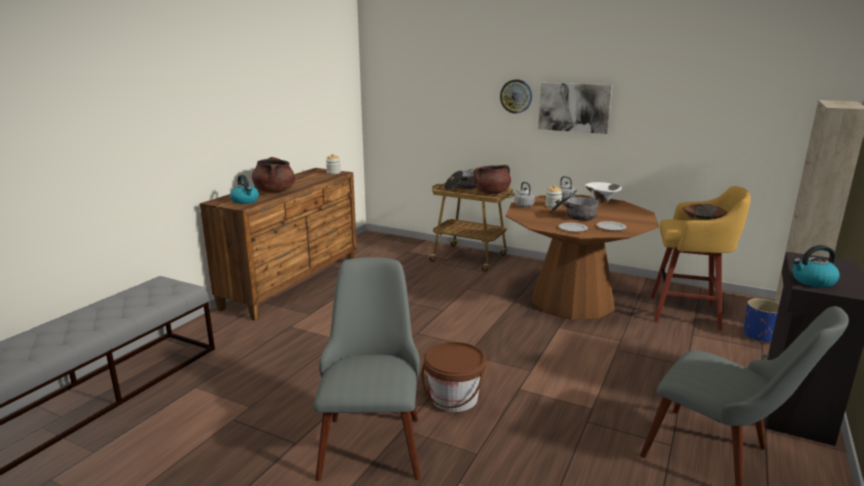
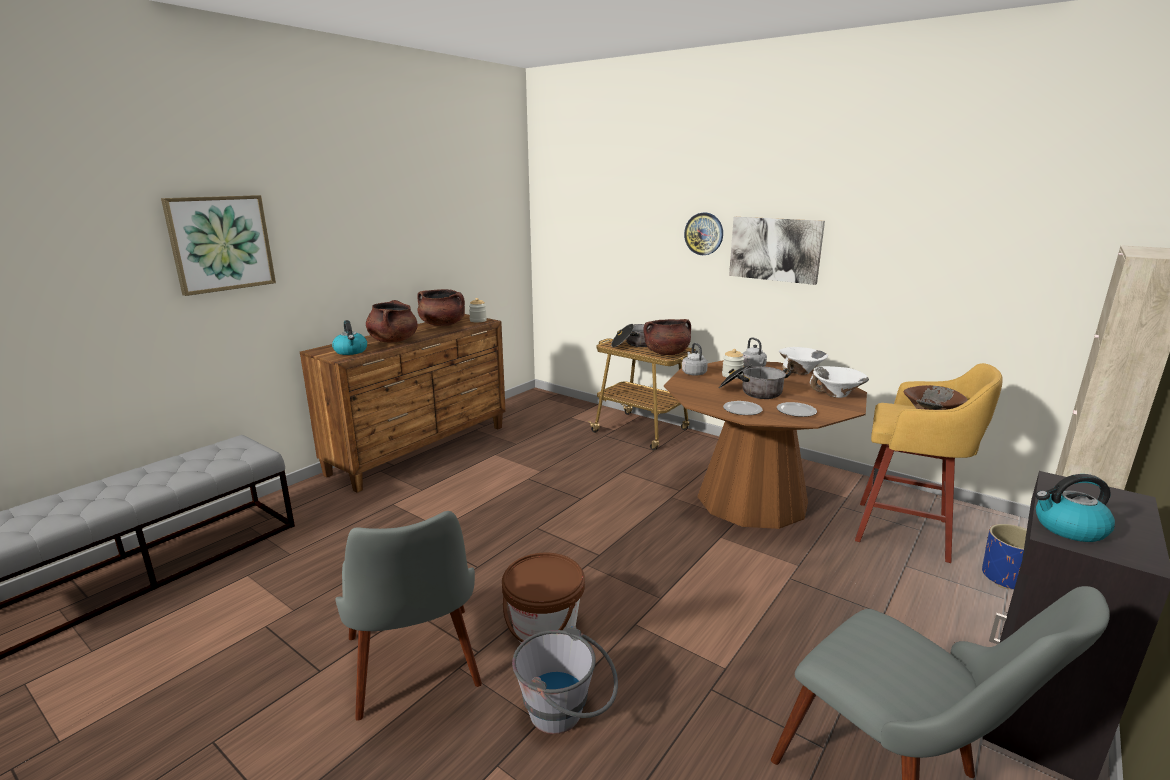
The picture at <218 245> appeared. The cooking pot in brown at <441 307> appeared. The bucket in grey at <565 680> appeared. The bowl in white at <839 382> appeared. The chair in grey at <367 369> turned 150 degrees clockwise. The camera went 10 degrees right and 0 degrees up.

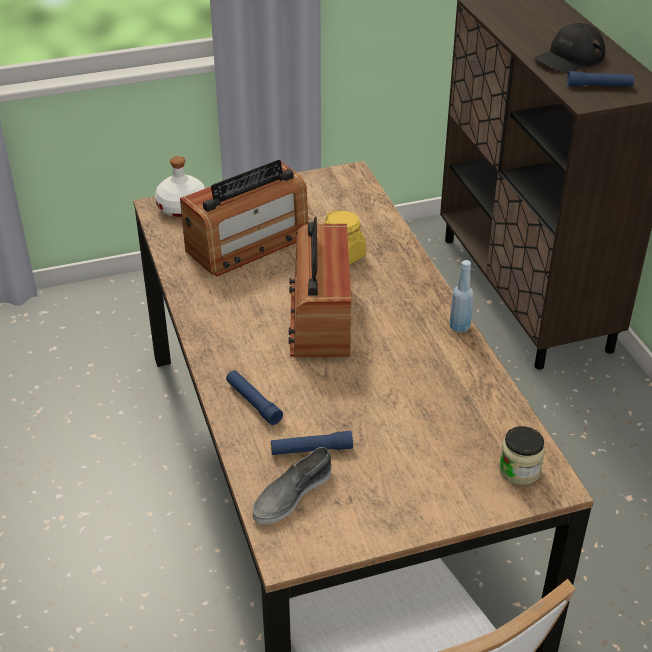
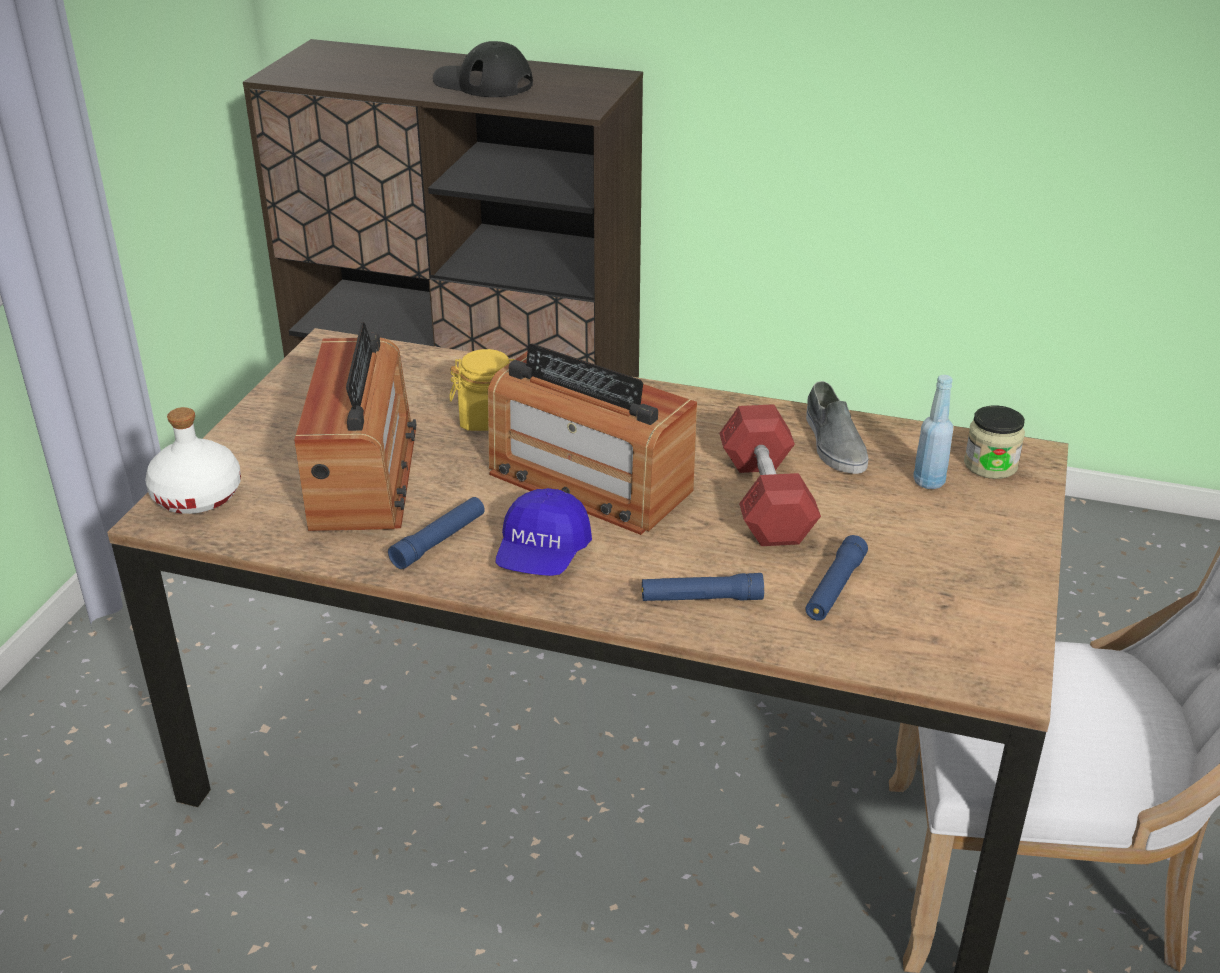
The cap in blue at <543 532> appeared. The dumbbell in red at <770 475> appeared. The shoe in grey moved from <292 485> to <837 427>. The bottle in blue moved from <461 296> to <933 432>. The flashlight in blue moved from <600 78> to <436 533>. The cap in black at <569 48> turned 120 degrees clockwise. The camera went 55 degrees left and 5 degrees down.

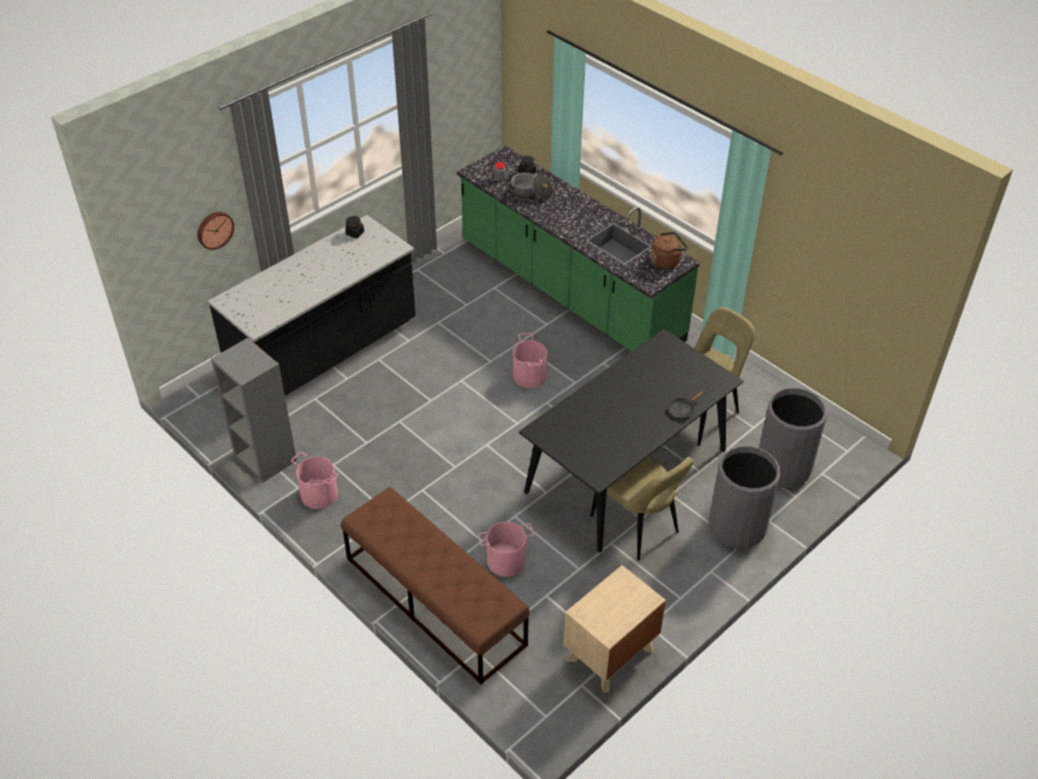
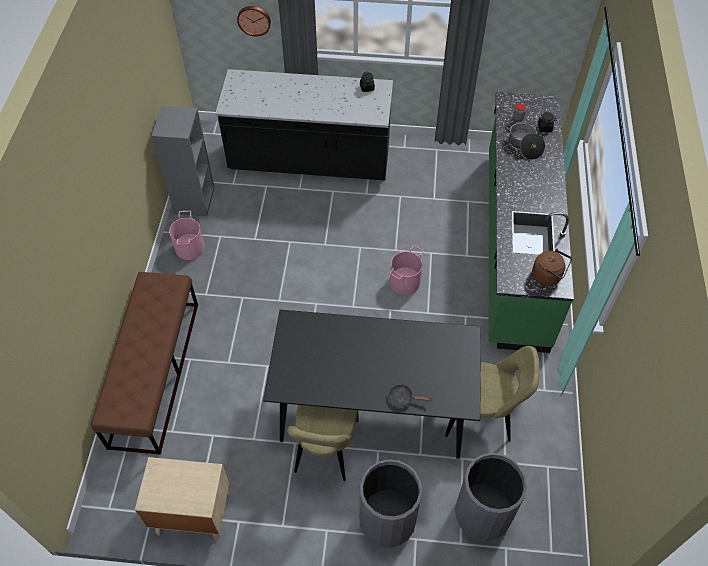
The bucket in pink at <506 549> disappeared. The camera went 50 degrees right and 10 degrees up.

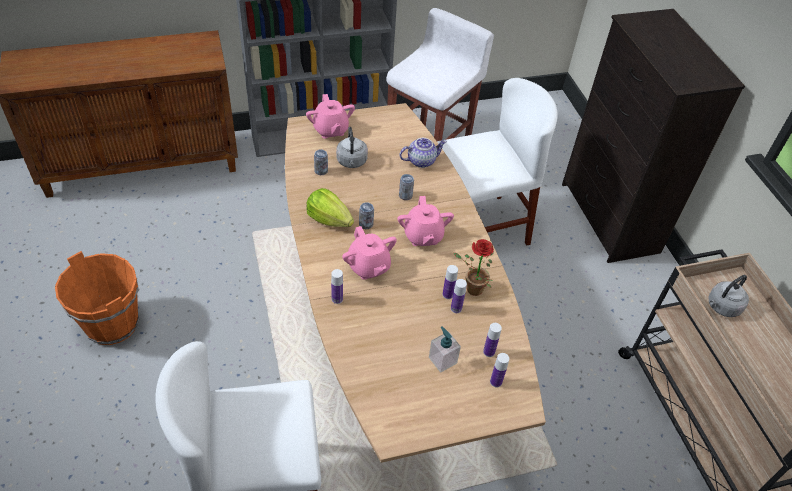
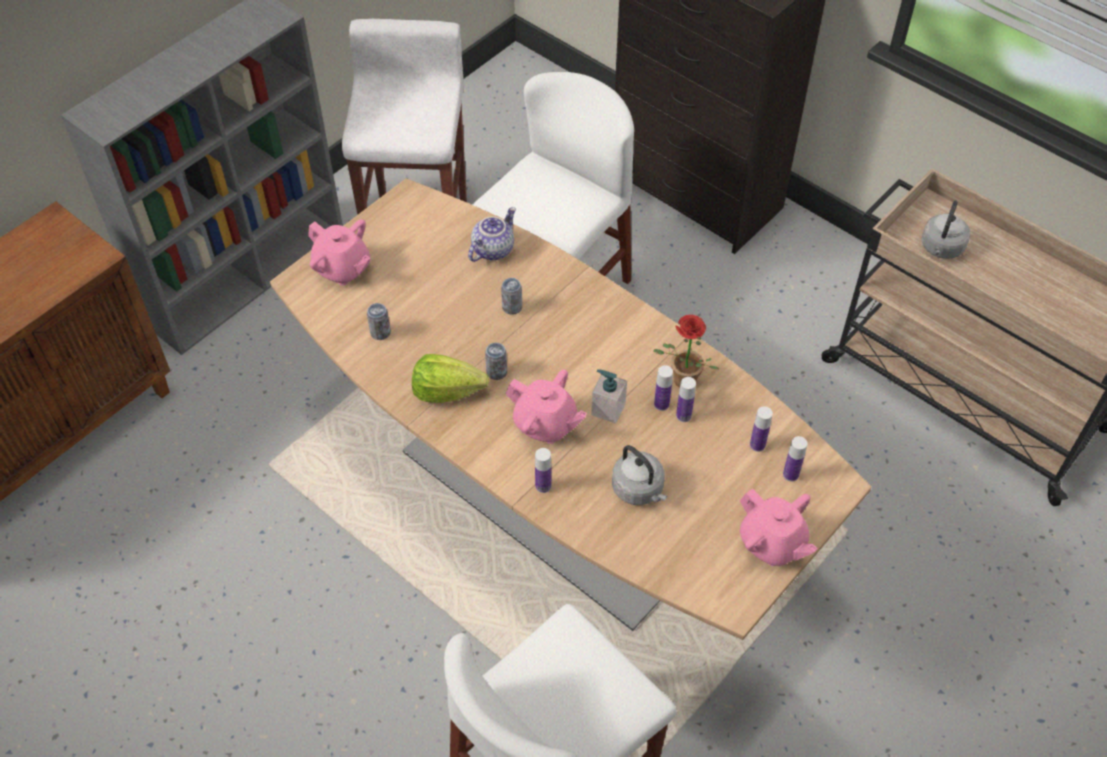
The bucket in orange at <97 298> disappeared. The kettle in grey moved from <352 147> to <639 475>. The teapot in pink moved from <425 221> to <779 527>. The soap dispenser moved from <445 350> to <609 396>. The camera went 30 degrees left and 5 degrees up.

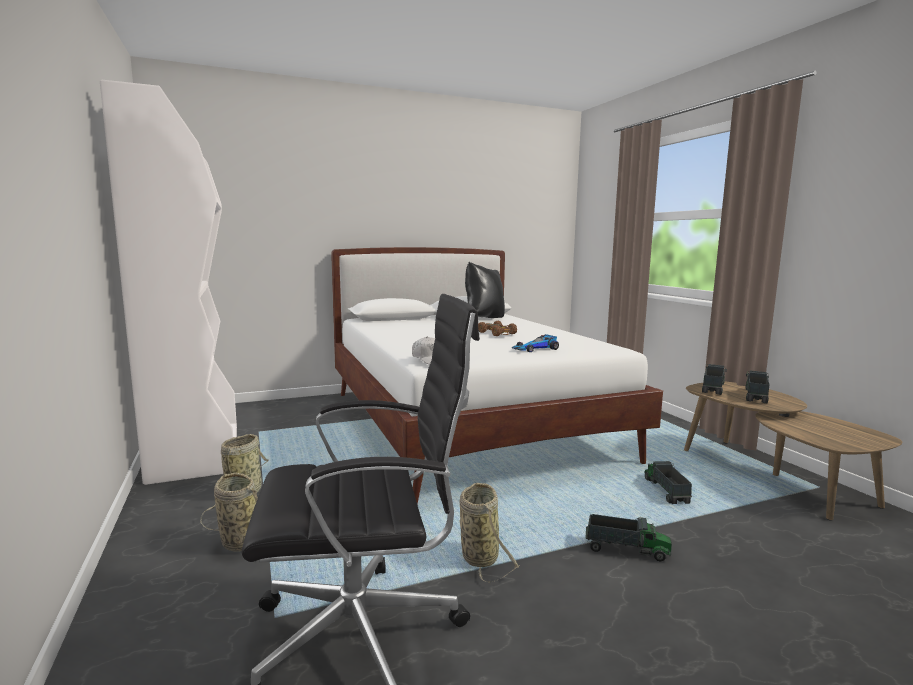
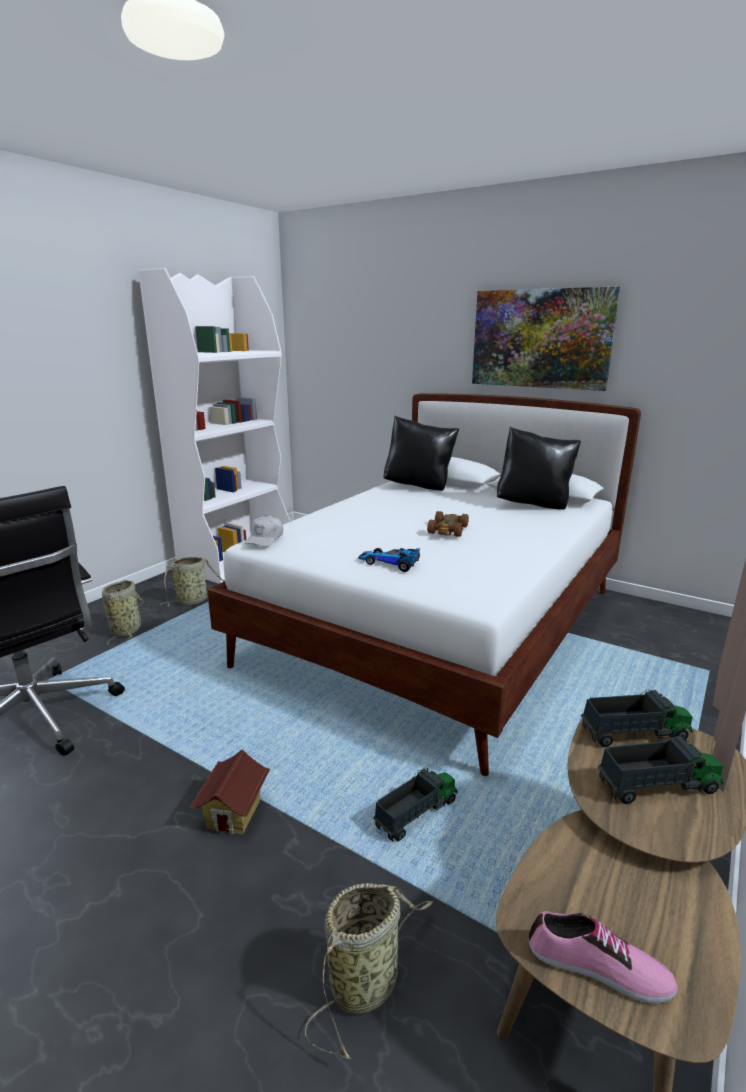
The pillow in black at <421 453> appeared. The picture at <546 338> appeared. The shoe at <603 957> appeared. The basket moved from <489 533> to <368 971>. The toy truck at <628 538> was replaced by the toy house at <230 792>. The camera went 55 degrees right and 10 degrees up.

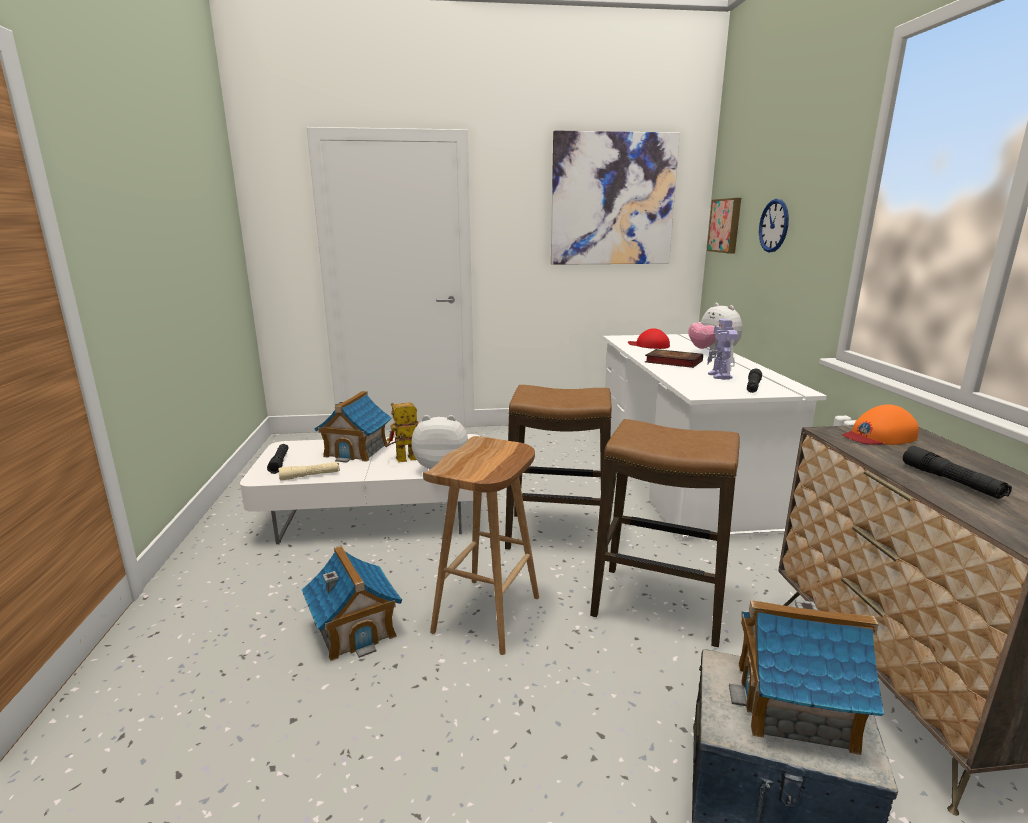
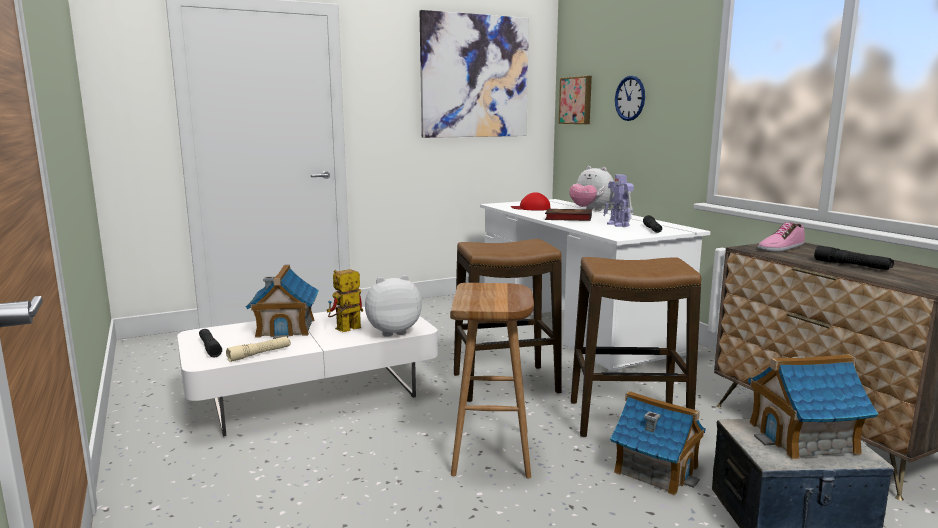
The toy house moved from <352 603> to <658 443>. The cap in orange at <880 425> was replaced by the shoe at <781 237>. The camera went 20 degrees left and 5 degrees down.

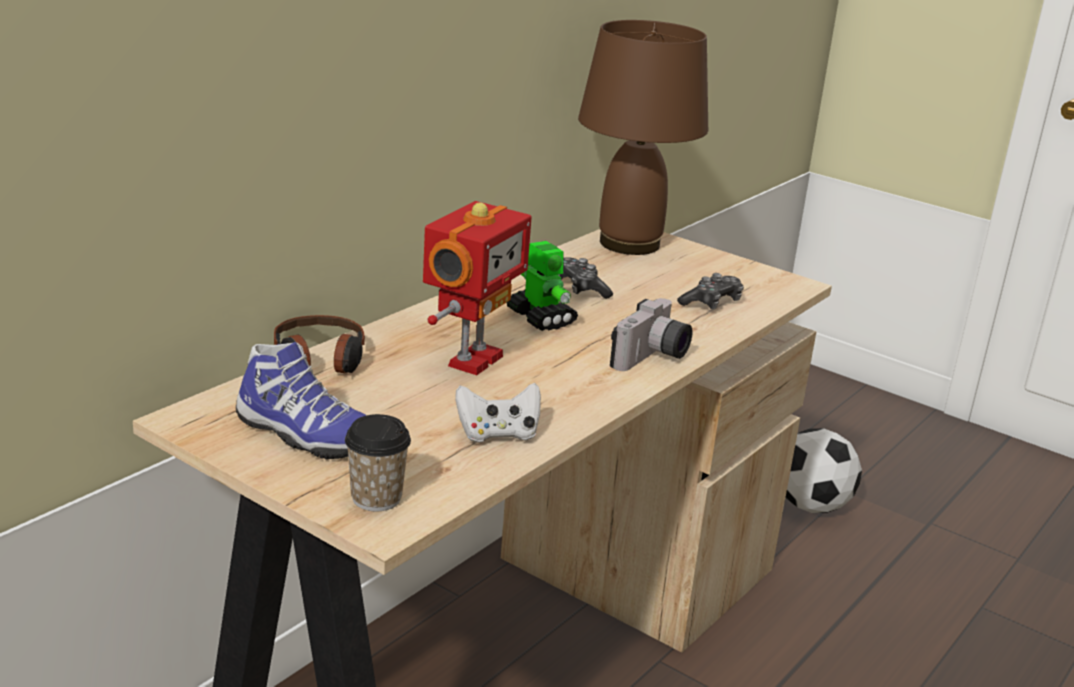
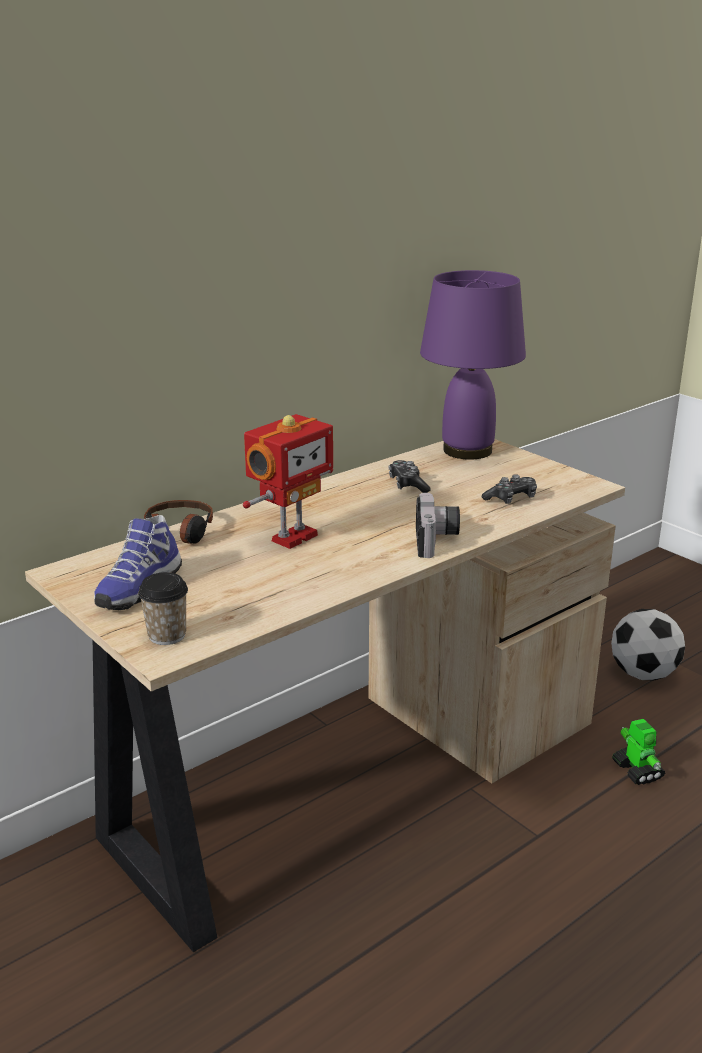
The game controller in white at <498 413> disappeared. The toy robot moved from <542 286> to <638 752>. The table lamp in brown at <643 137> became the table lamp in purple at <473 365>. The shoe at <301 400> turned 75 degrees clockwise. The photo camera at <651 334> turned 45 degrees counterclockwise. The camera went 15 degrees right and 0 degrees up.

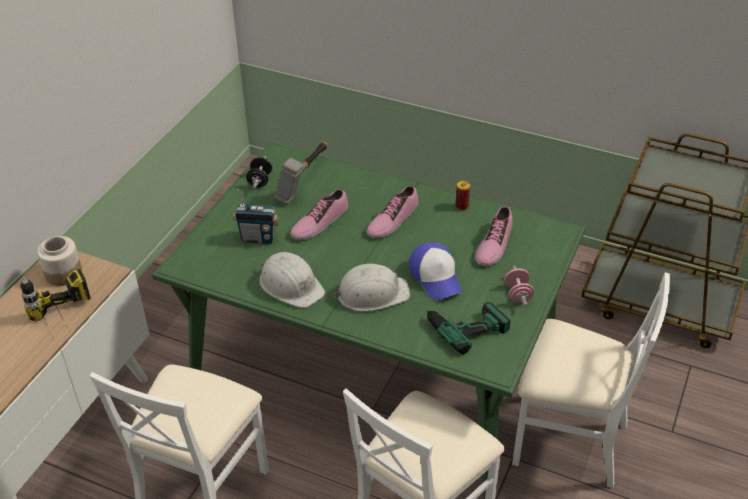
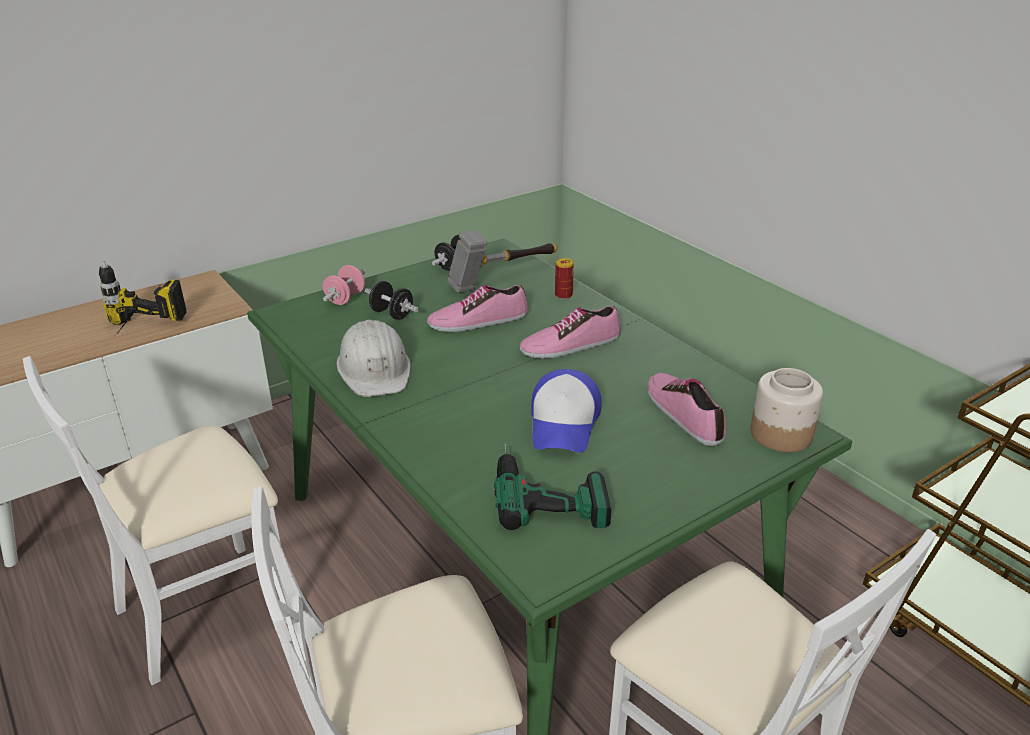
The hard hat in white at <371 287> disappeared. The jar moved from <59 261> to <787 410>. The can moved from <463 195> to <564 278>. The dumbbell in pink moved from <519 286> to <344 285>. The radio at <256 216> was replaced by the dumbbell in black at <392 300>. The shoe at <494 236> turned 105 degrees clockwise. The camera went 30 degrees right and 10 degrees down.

